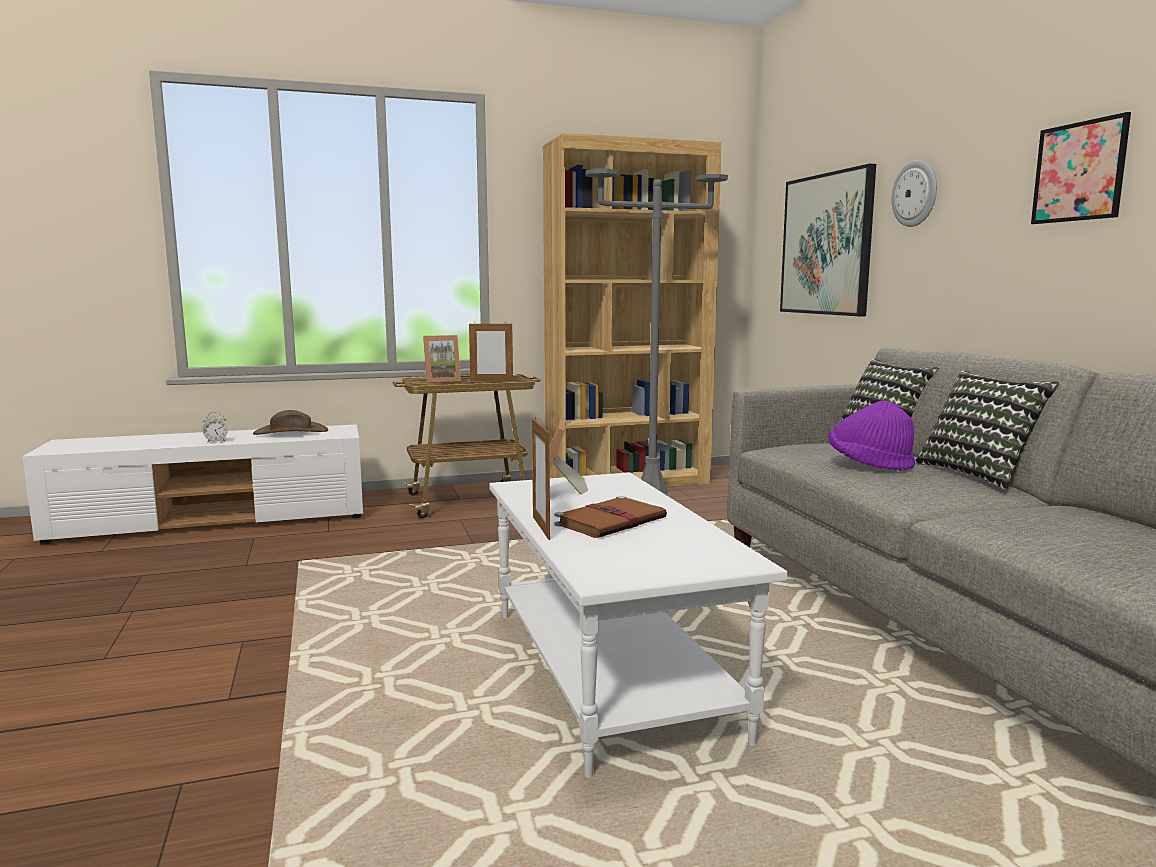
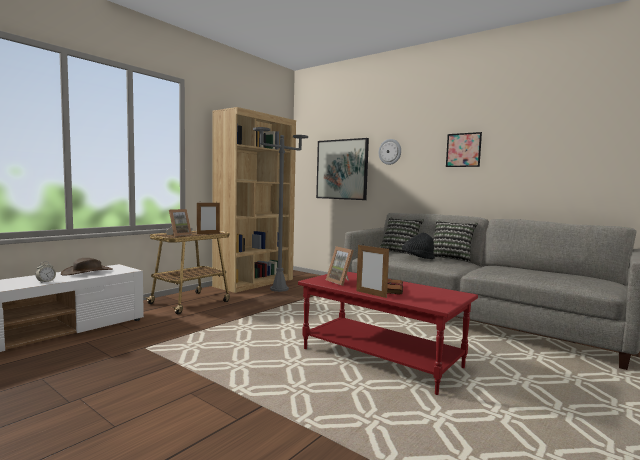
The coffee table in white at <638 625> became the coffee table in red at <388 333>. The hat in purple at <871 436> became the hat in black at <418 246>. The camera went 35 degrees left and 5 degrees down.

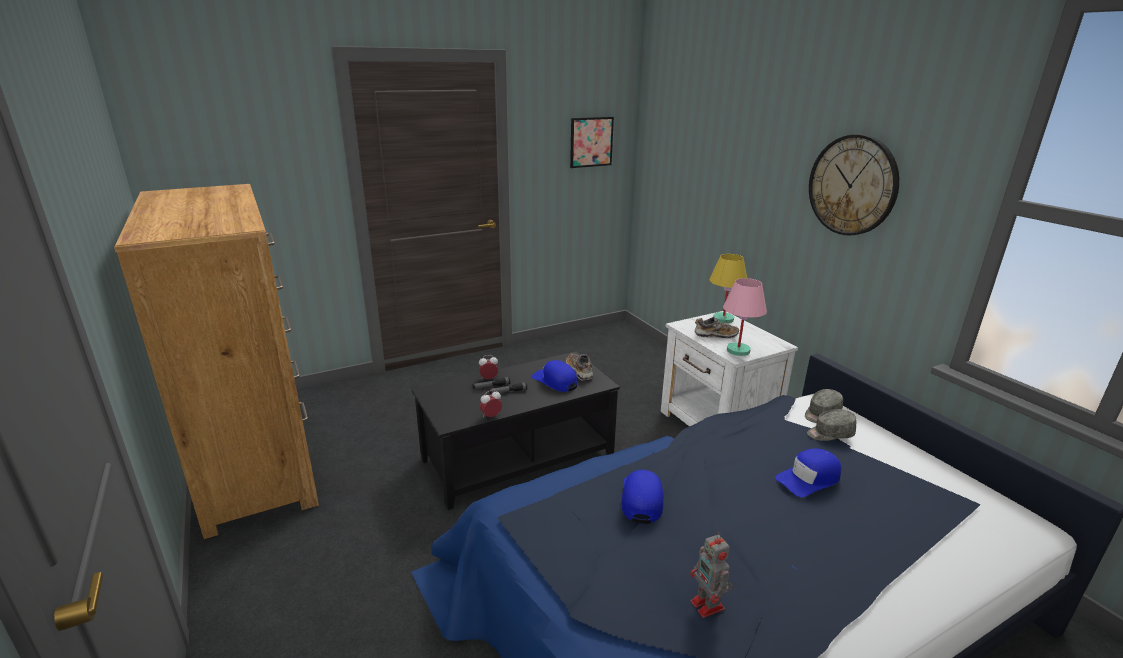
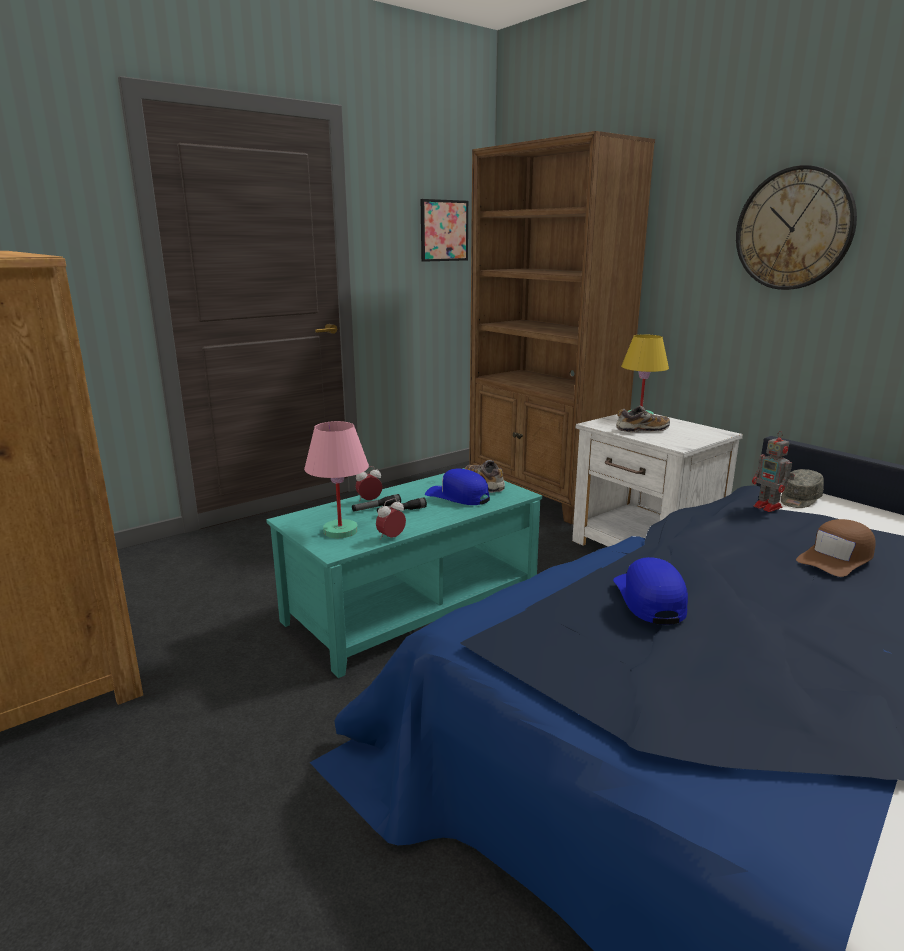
The cap in grey at <831 425> disappeared. The bookcase in brown at <562 327> appeared. The toy robot moved from <711 575> to <773 471>. The table lamp in pink moved from <745 317> to <336 479>. The coffee table in black at <516 430> became the coffee table in turquoise at <404 573>. The cap in blue at <808 472> became the cap in brown at <836 548>. The camera went 10 degrees left and 5 degrees down.

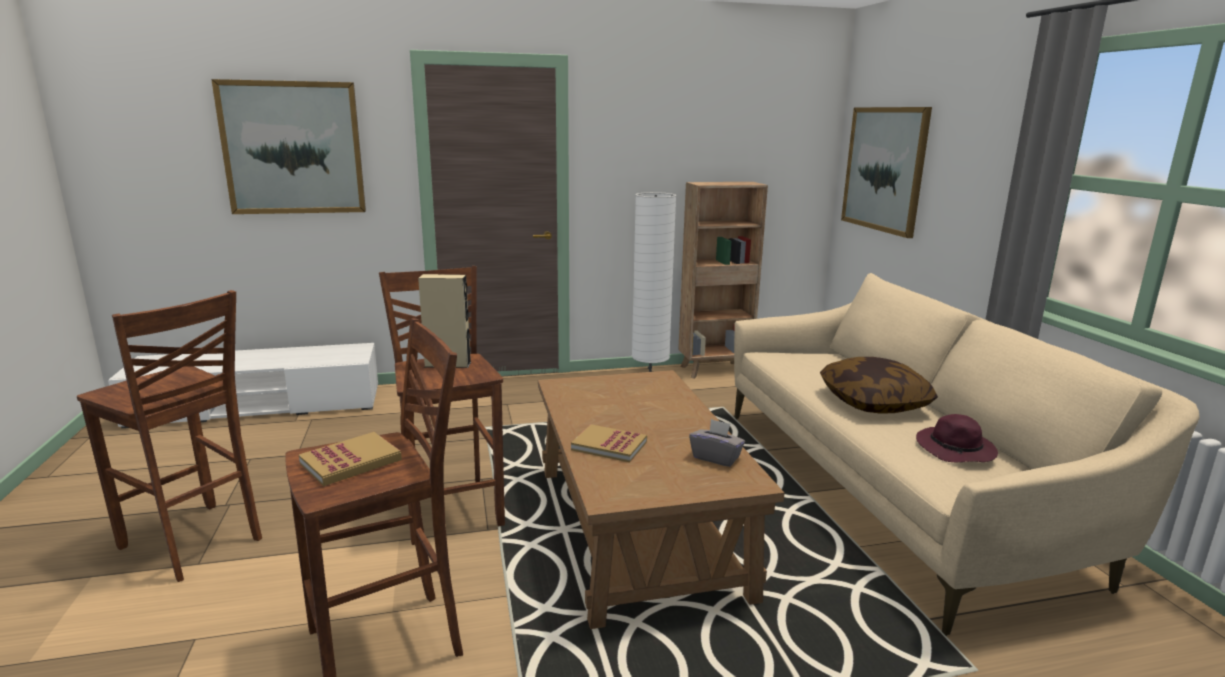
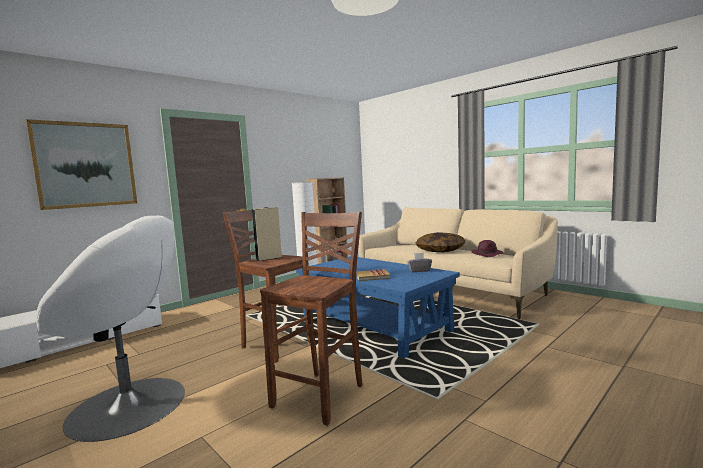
The book at <350 459> disappeared. The picture at <886 172> disappeared. The stool in brown at <169 436> was replaced by the armchair in white at <110 329>. The coffee table in brown at <661 499> became the coffee table in blue at <378 307>. The camera went 30 degrees left and 10 degrees down.

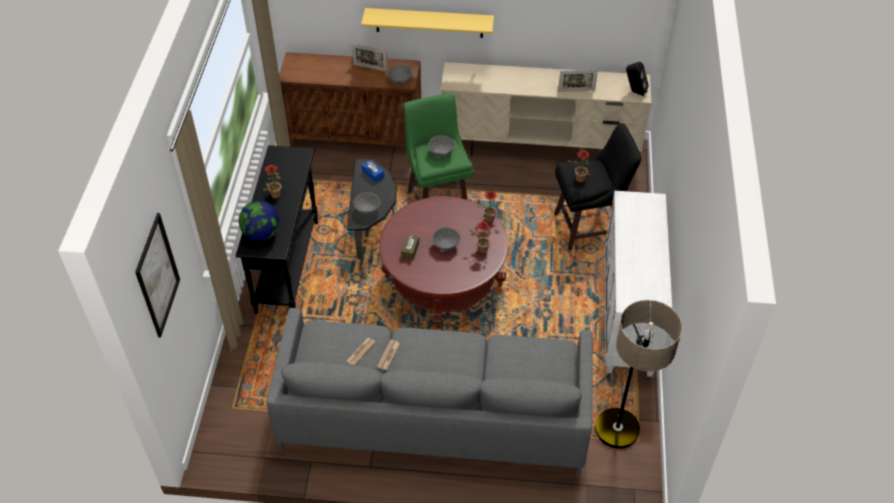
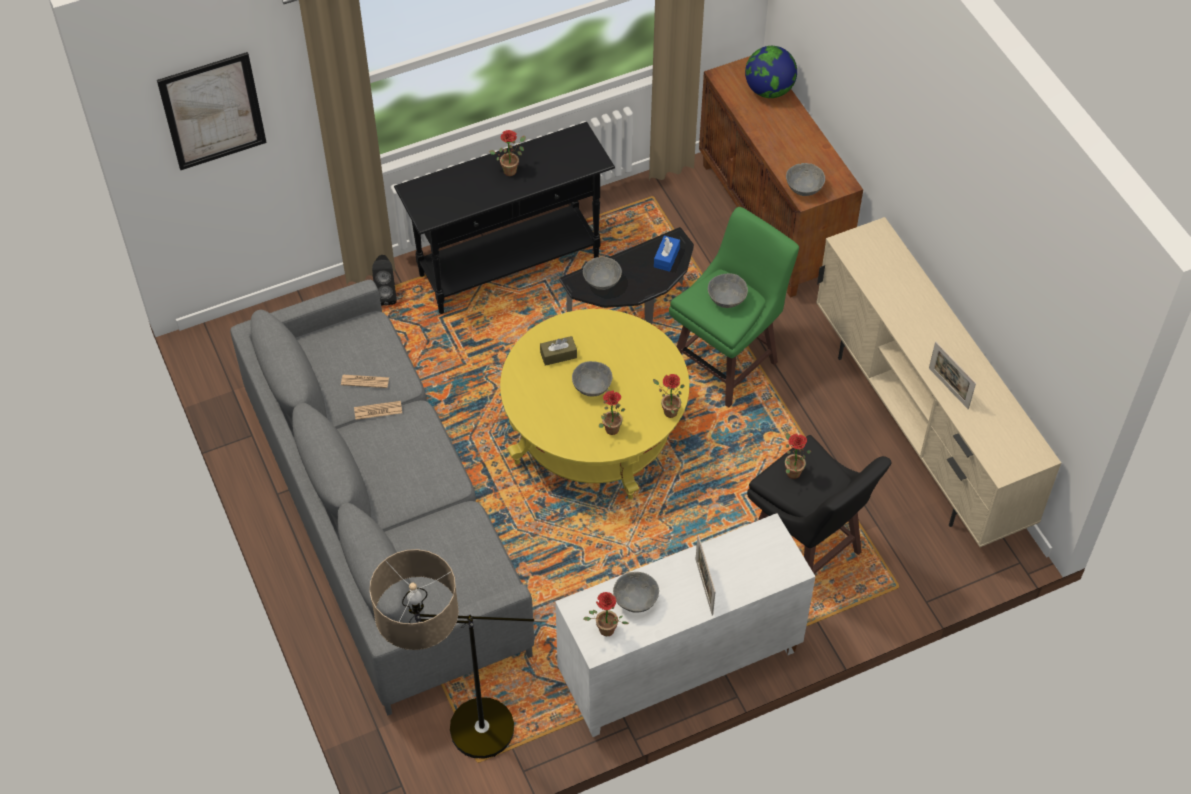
The shelf in yellow at <427 23> disappeared. The potted plant at <606 614> appeared. The bowl in grey at <636 592> appeared. The globe moved from <259 221> to <771 72>. The picture frame moved from <369 58> to <705 575>. The speaker in black moved from <637 79> to <384 280>. The coffee table in red at <443 262> became the coffee table in yellow at <595 404>. The camera went 60 degrees right and 5 degrees up.

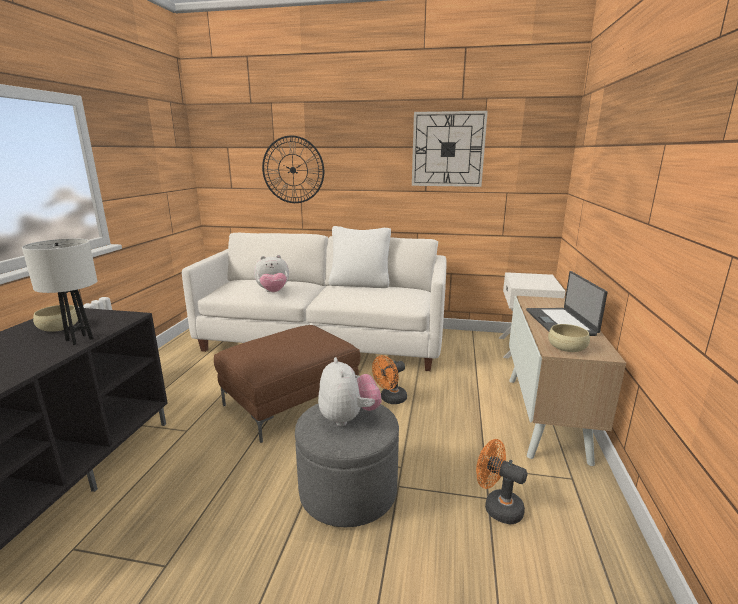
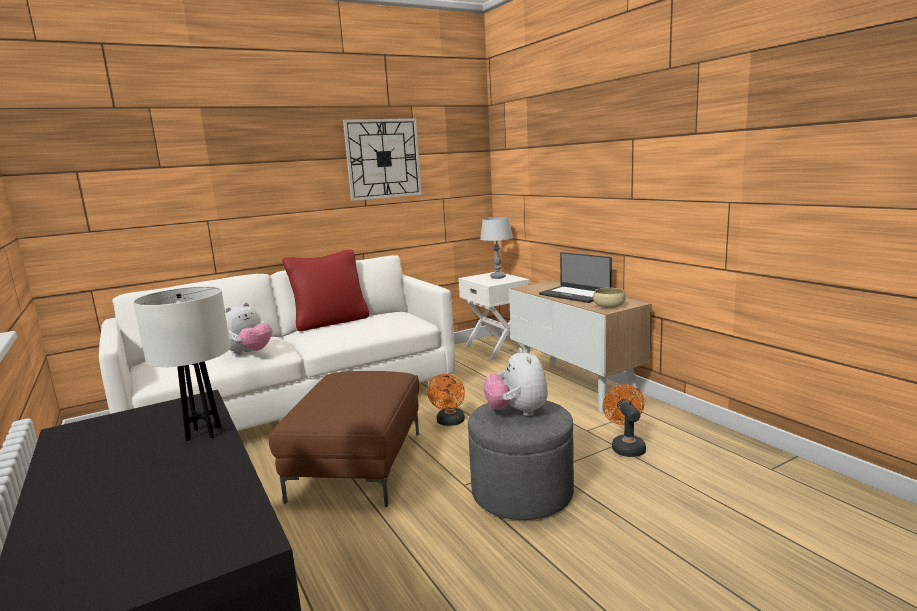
The bowl in beige at <55 318> disappeared. The wall clock at <293 169> disappeared. The table lamp in grey at <496 248> appeared. The pillow in white at <360 257> became the pillow in red at <325 290>. The plush toy at <350 391> turned 135 degrees counterclockwise. The fan in orange at <502 481> turned 90 degrees clockwise. The camera went 40 degrees left and 5 degrees down.

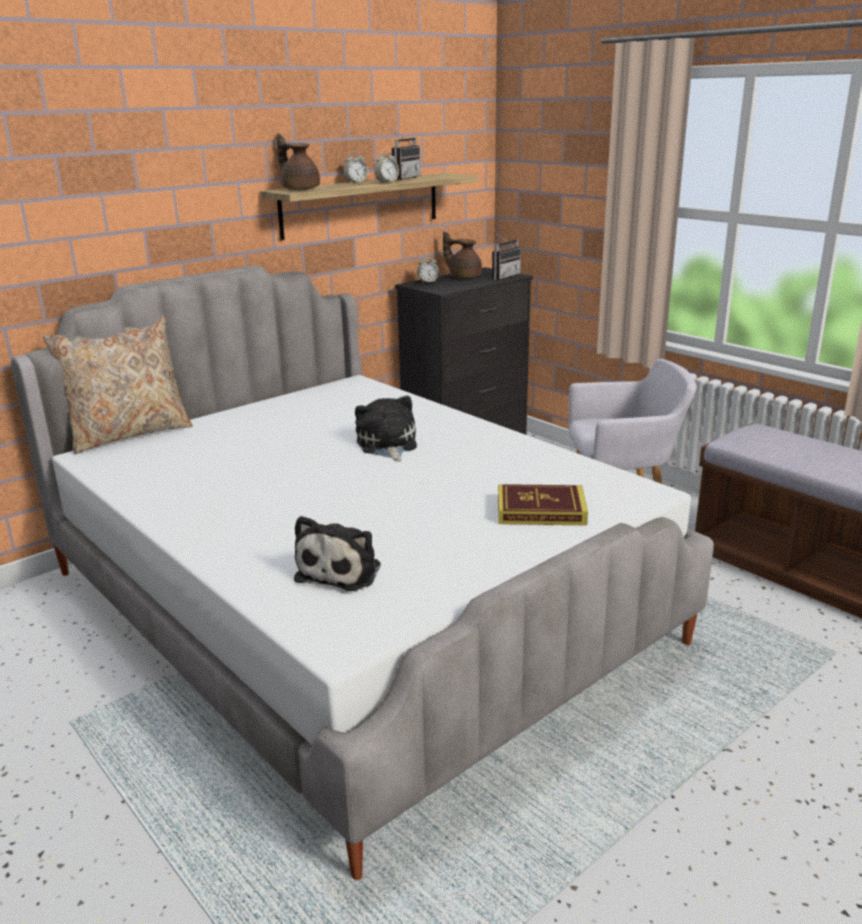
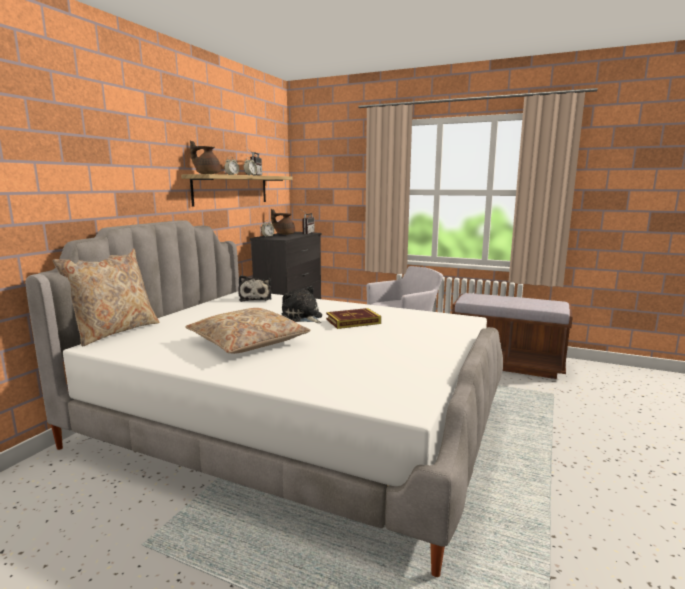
The pillow in beige at <247 331> appeared. The plush toy moved from <337 553> to <255 288>. The book moved from <543 504> to <353 318>. The camera went 25 degrees left and 10 degrees down.

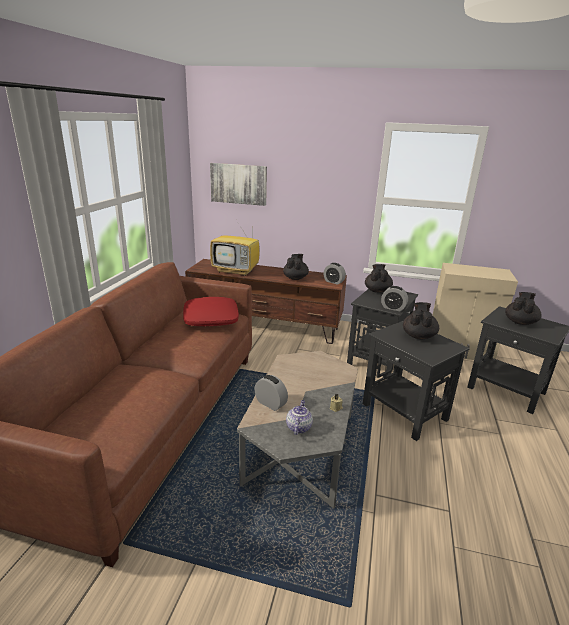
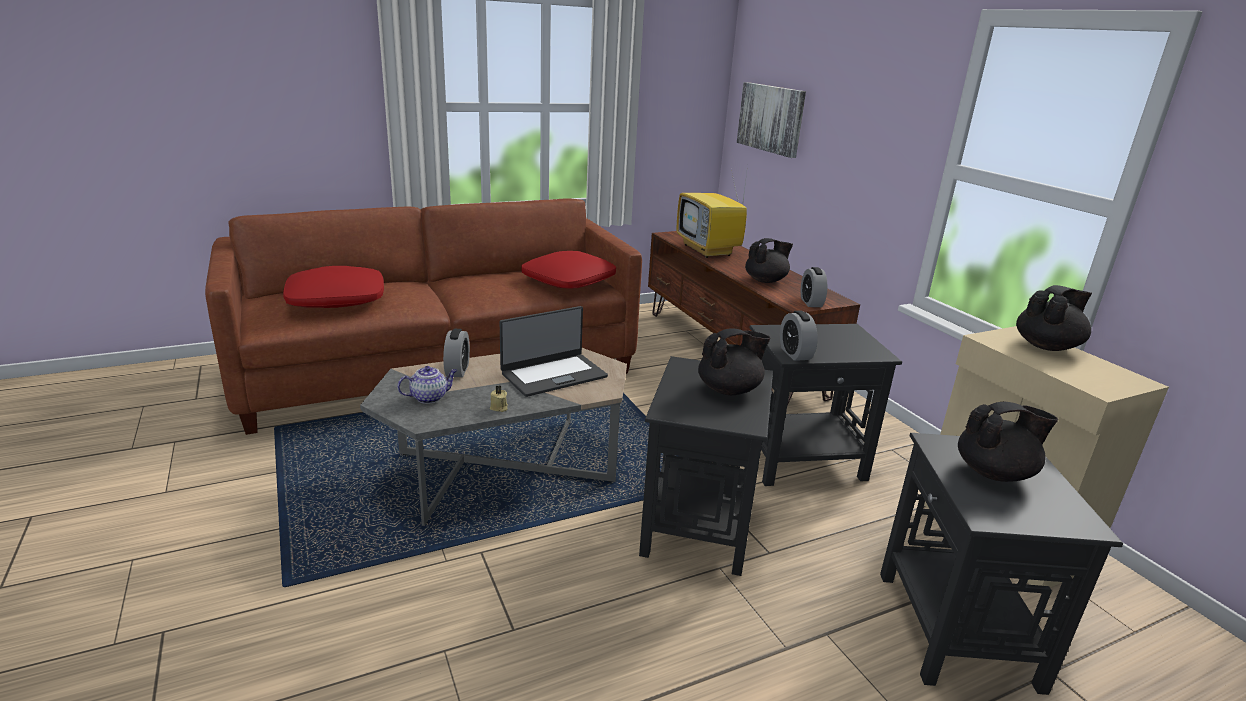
The pillow in red at <333 287> appeared. The laptop at <554 351> appeared. The teapot in black moved from <379 278> to <1054 318>. The camera went 50 degrees right and 0 degrees up.

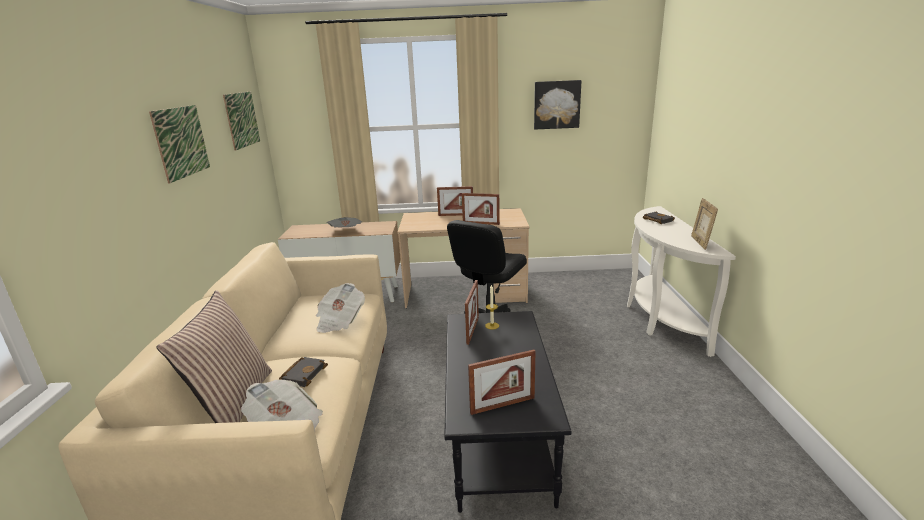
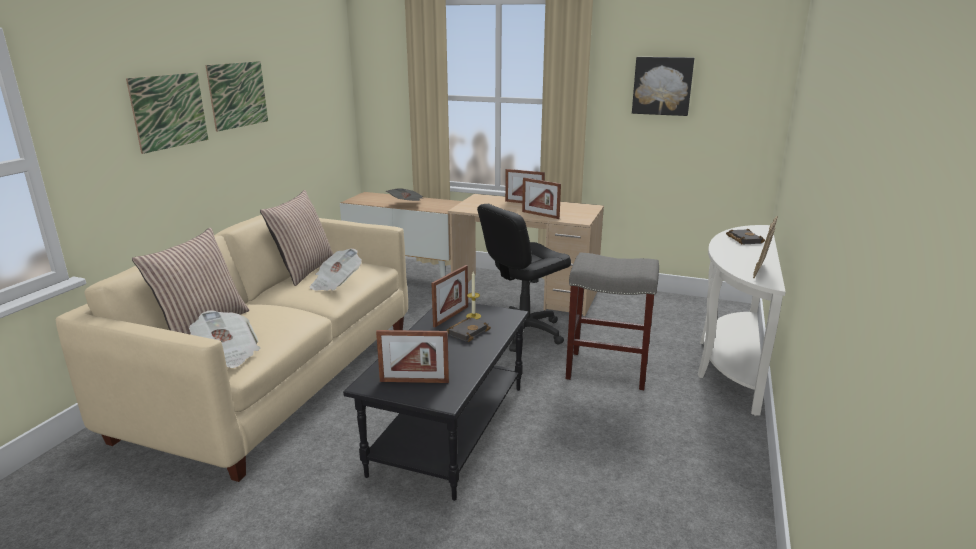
The pillow at <296 238> appeared. The stool in grey at <612 321> appeared. The picture moved from <241 121> to <167 113>. The book in black moved from <303 372> to <468 329>. The camera went 20 degrees right and 0 degrees up.

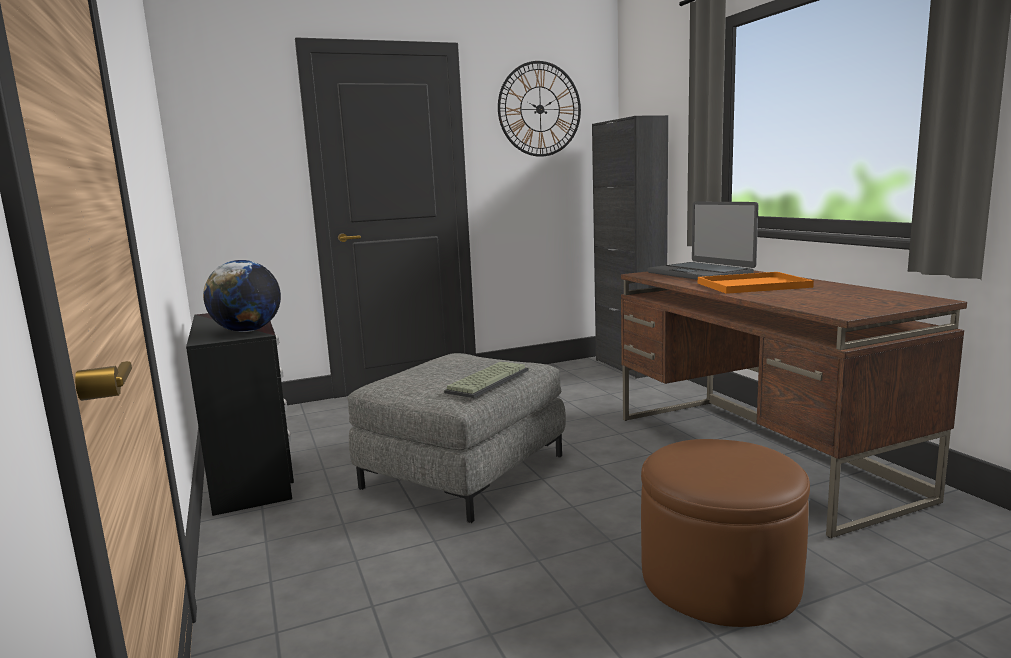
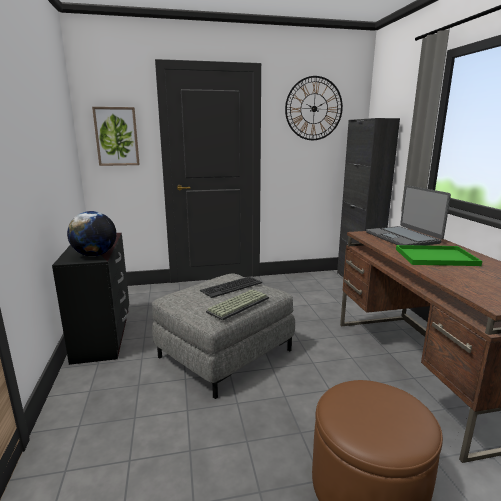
The picture at <116 136> appeared. The keyboard at <231 287> appeared. The tray in orange at <756 283> became the tray in green at <439 255>. The camera went 10 degrees right and 5 degrees up.

